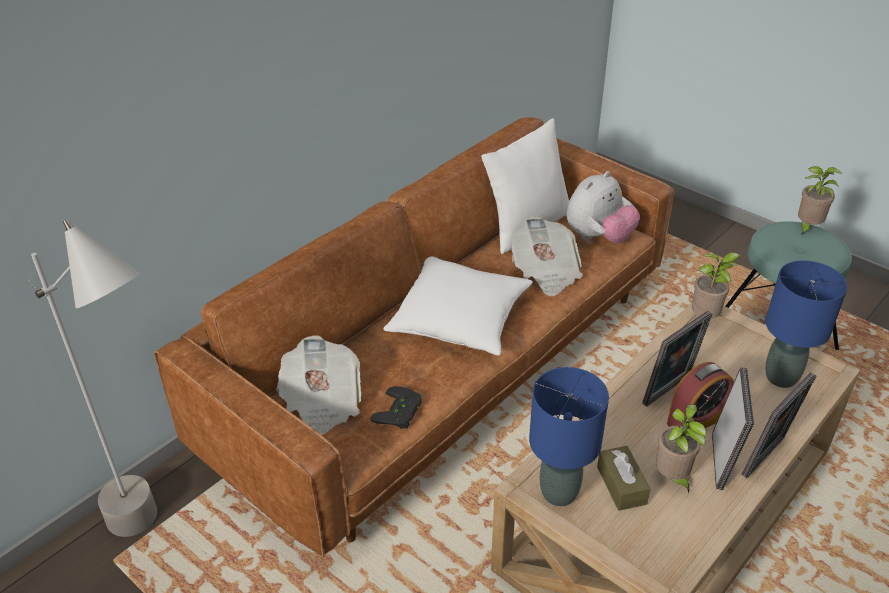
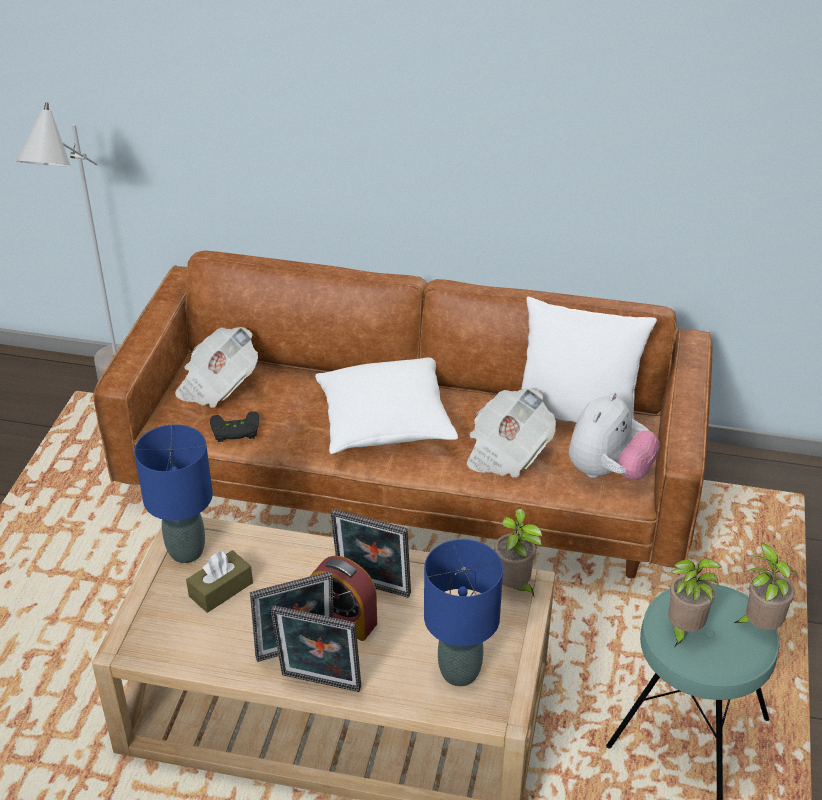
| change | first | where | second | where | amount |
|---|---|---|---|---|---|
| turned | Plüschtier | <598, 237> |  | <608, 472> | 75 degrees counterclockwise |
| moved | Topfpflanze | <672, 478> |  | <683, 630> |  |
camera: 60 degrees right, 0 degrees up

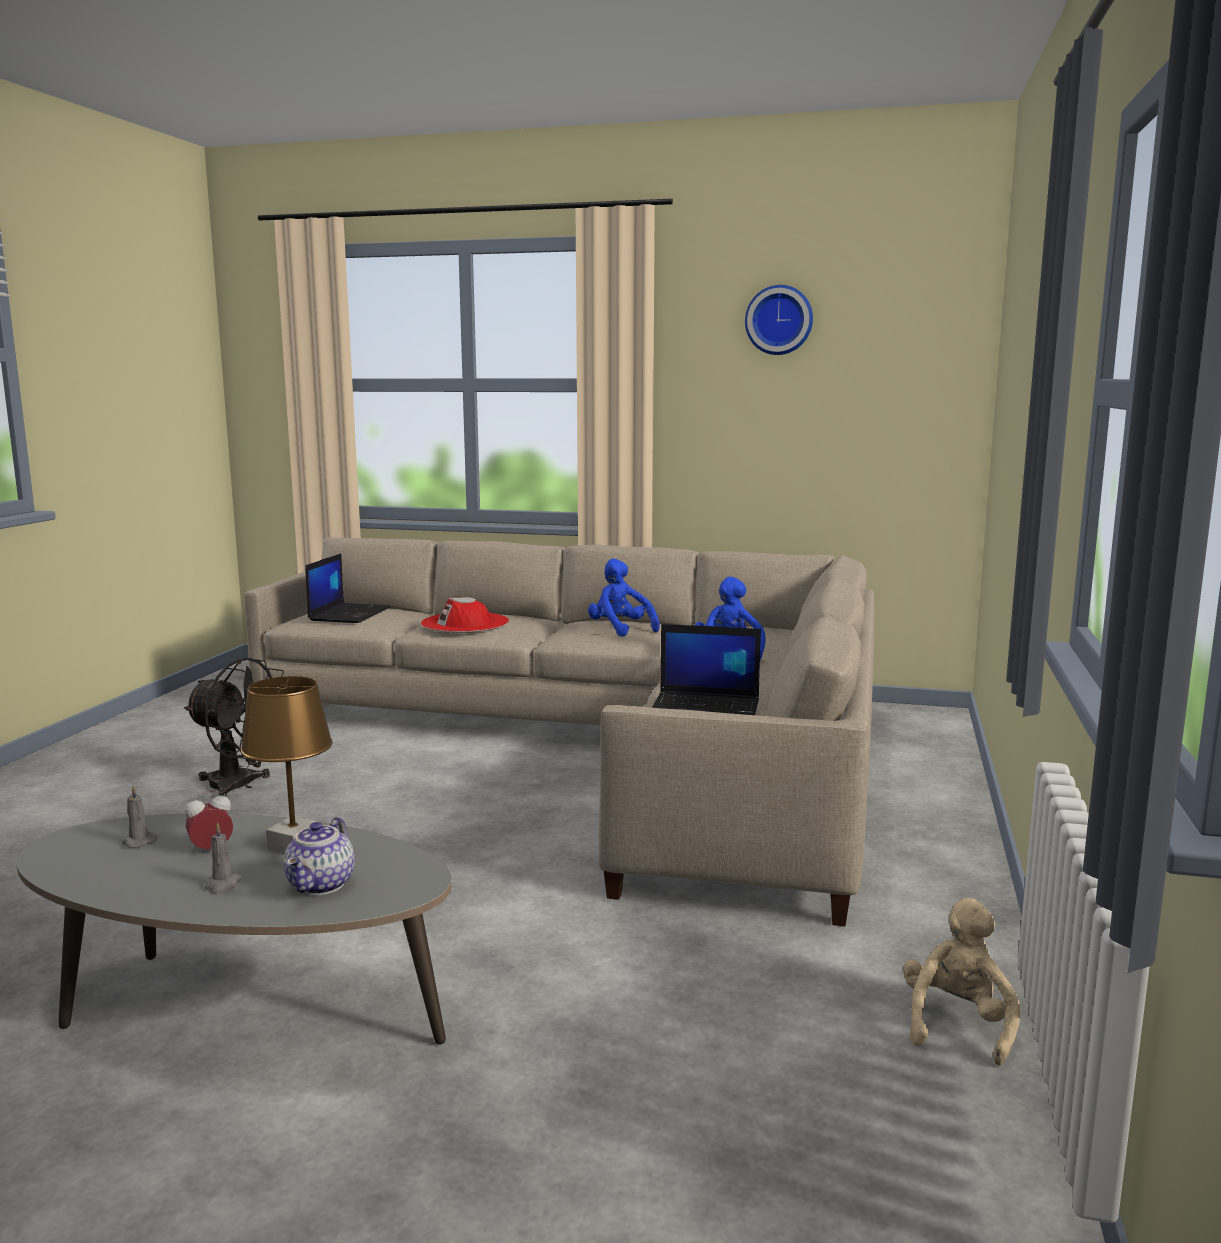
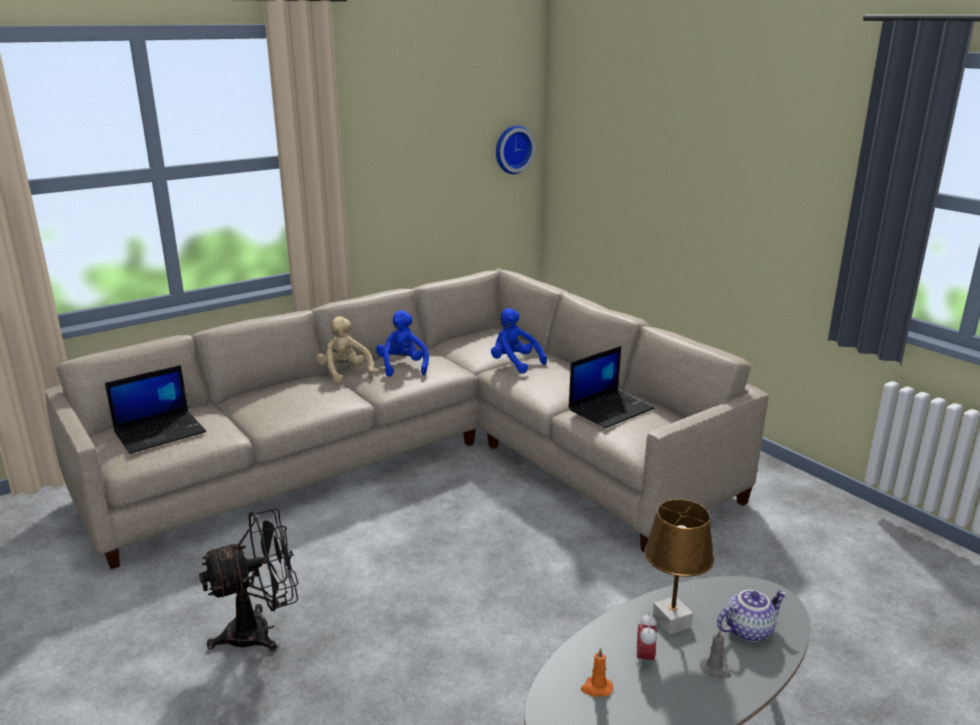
| change | first | where | second | where | amount |
|---|---|---|---|---|---|
| turned | Laptop | <349, 614> |  | <161, 432> | 90 degrees clockwise |
| moved | Plüschtier/beige | <957, 1024> |  | <345, 373> |  |
| turned | Plüschtier/blau | <620, 630> |  | <403, 367> | 75 degrees clockwise |
| moved | Wanduhr | <779, 320> |  | <512, 149> |  |
| recoloured | Kerze/grau | <138, 841> | Kerze/orange | <596, 688> |  |
| turned | Teekanne | <322, 885> |  | <748, 630> | 75 degrees counterclockwise |
| removed | Hut/rot | <465, 623> |  |  |  |
camera: 50 degrees left, 10 degrees up

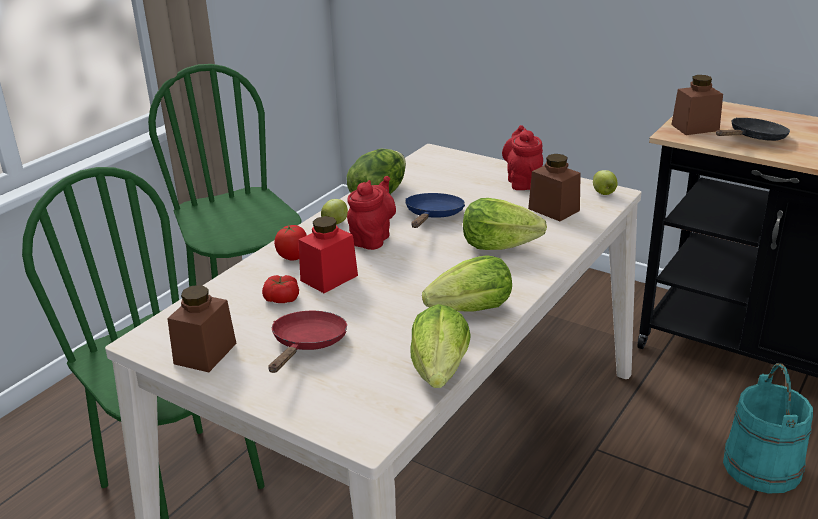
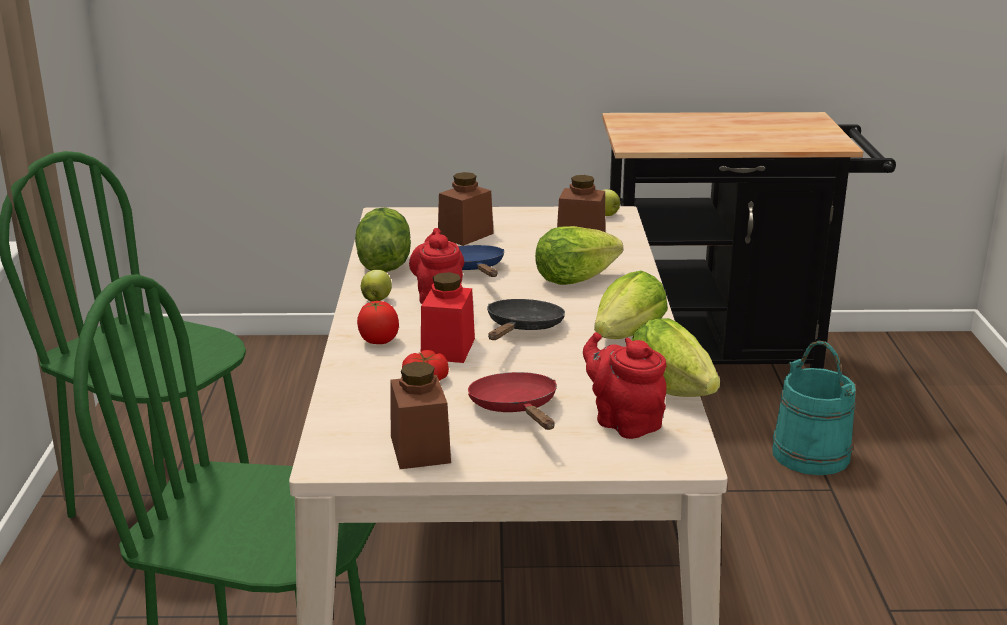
| change | first | where | second | where | amount |
|---|---|---|---|---|---|
| moved | Vorratsglas/braun | <695, 127> |  | <465, 235> |  |
| moved | Pfanne/schwarz | <754, 138> |  | <522, 328> |  |
| moved | Teekanne/rot | <523, 182> |  | <624, 422> |  |
camera: 35 degrees left, 5 degrees down

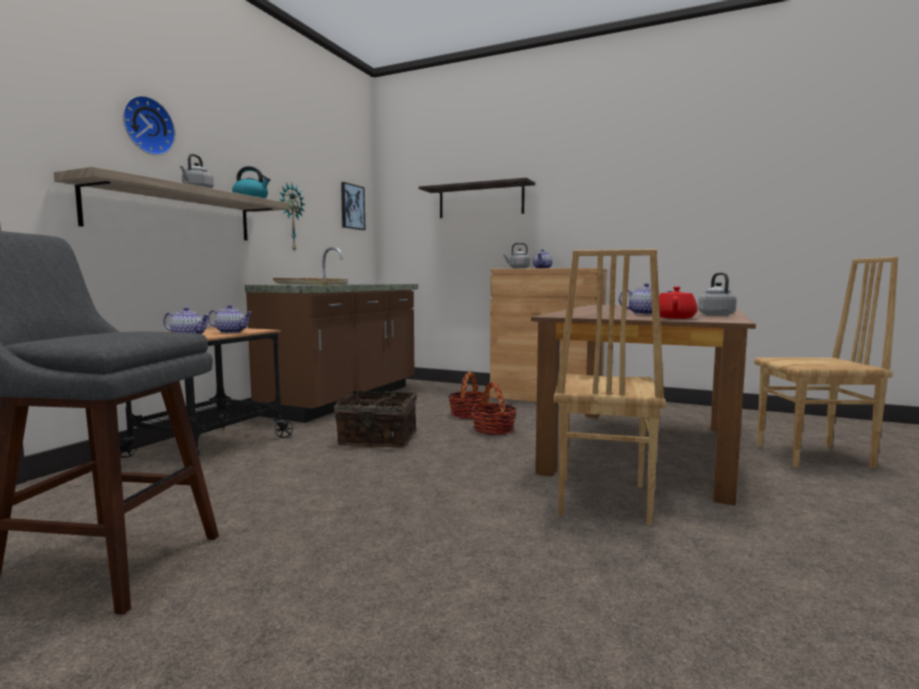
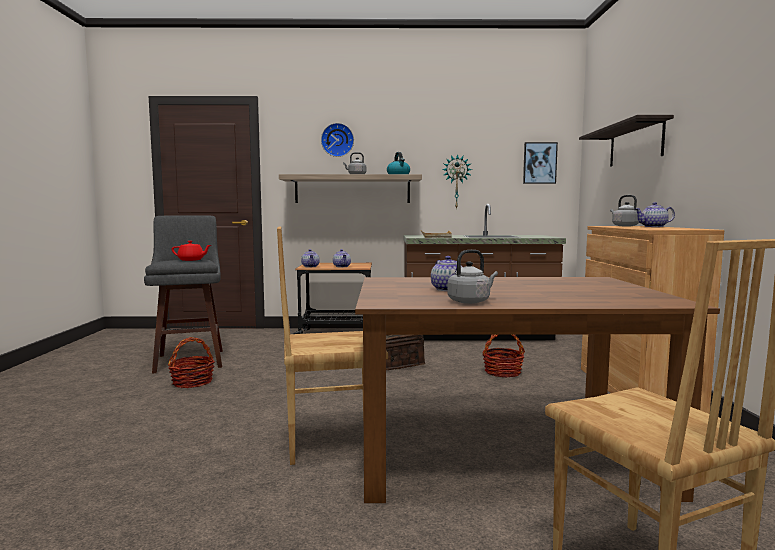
| change | first | where | second | where | amount |
|---|---|---|---|---|---|
| moved | Korb | <493, 429> |  | <192, 382> |  |
| moved | Teekanne/rot | <675, 318> |  | <191, 260> |  |
camera: 65 degrees right, 0 degrees up

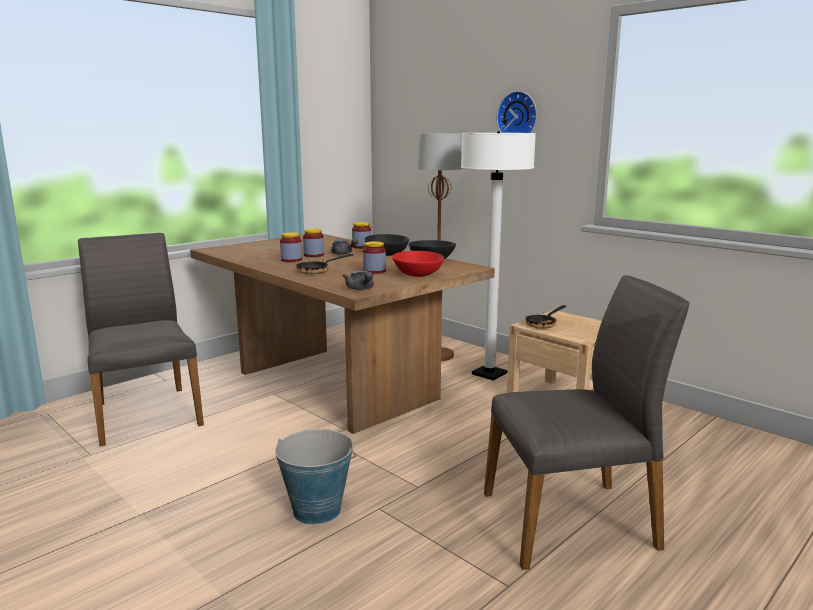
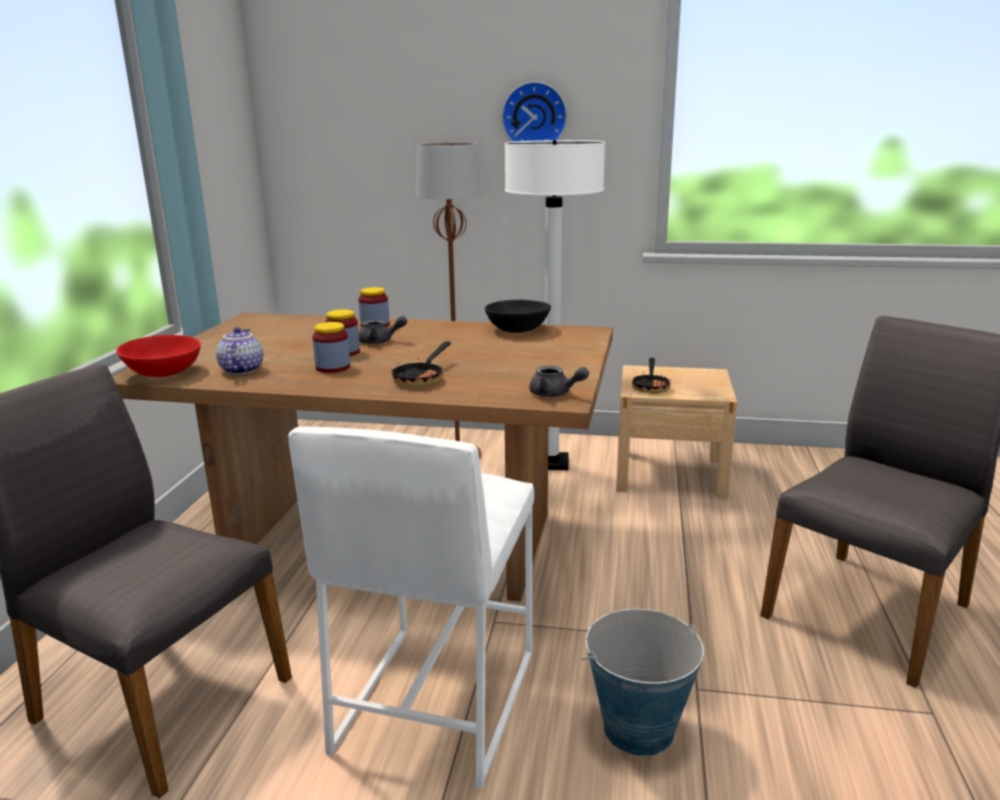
| change | first | where | second | where | amount |
|---|---|---|---|---|---|
| moved | Schüssel/rot | <417, 274> |  | <162, 373> |  |
| added |  |  | Teekanne | <241, 370> |  |
| added |  |  | Hocker/weiß | <434, 701> |  |
| removed | Vorratsglas | <374, 271> |  |  |  |
| removed | Schüssel/schwarz | <386, 254> |  |  |  |
camera: 35 degrees left, 5 degrees up

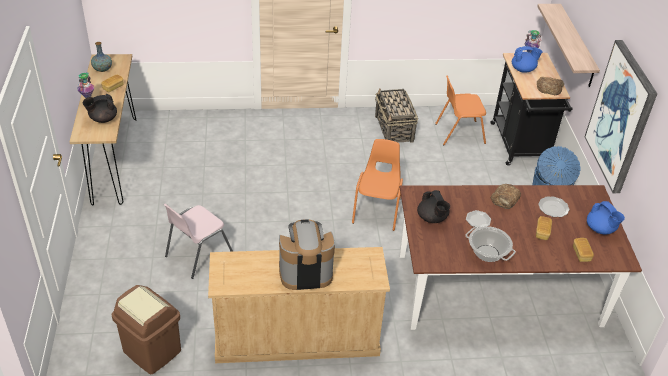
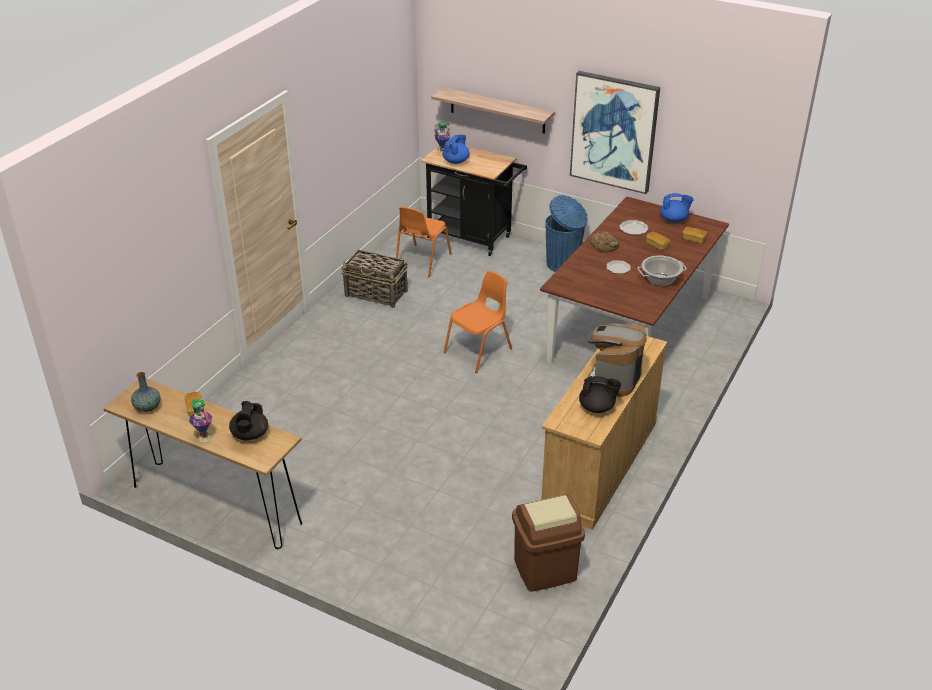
| change | first | where | second | where | amount |
|---|---|---|---|---|---|
| turned | Stuhl/orange | <377, 210> |  | <479, 351> | 90 degrees clockwise |
| moved | Teekanne/schwarz | <432, 218> |  | <597, 407> |  |
| removed | Stuhl/rosa | <197, 254> |  |  |  |
| removed | Brot | <549, 88> |  |  |  |
camera: 55 degrees left, 5 degrees down

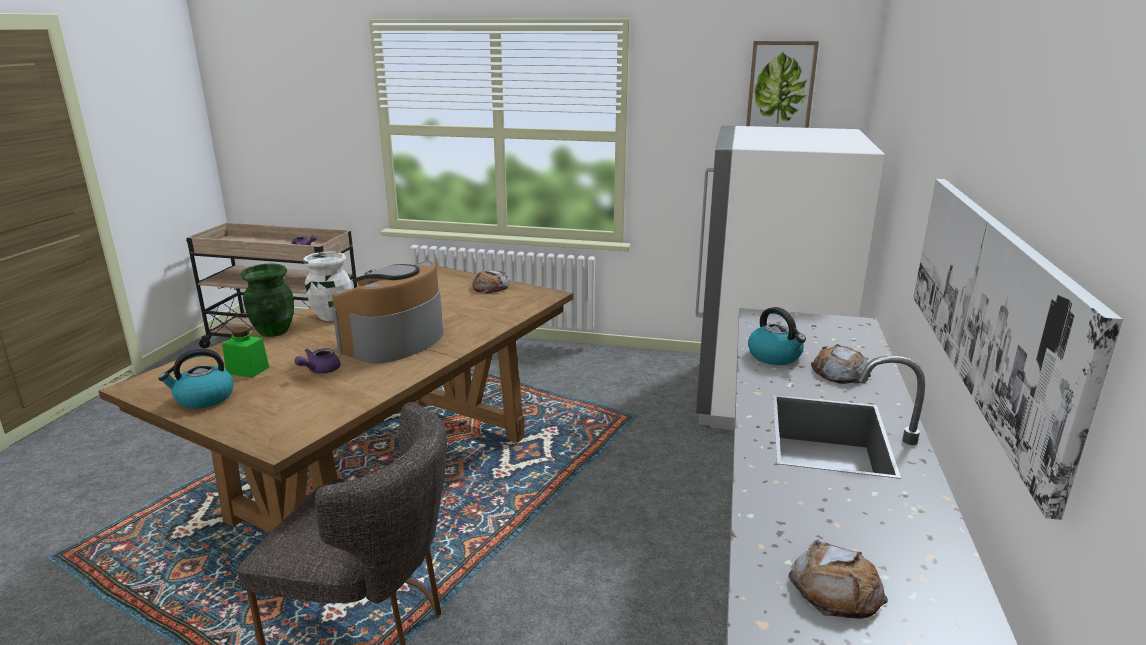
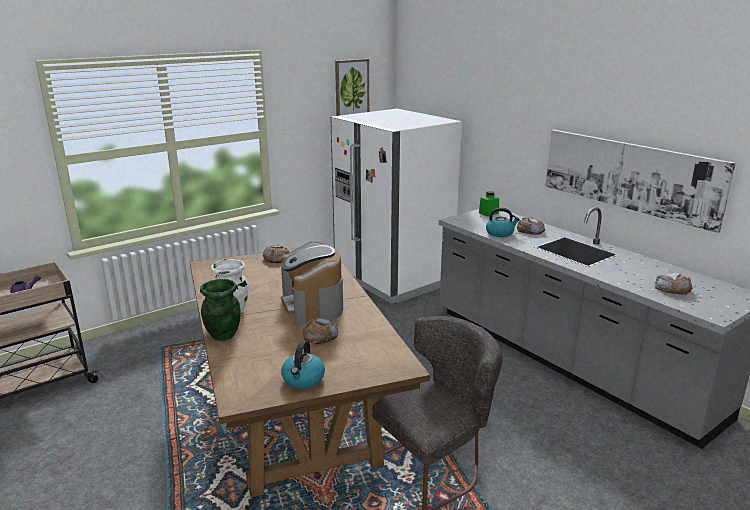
| change | first | where | second | where | amount |
|---|---|---|---|---|---|
| replaced | Teekanne/lila | <320, 370> | Brot | <320, 335> |  |
| moved | Vorratsglas/grün | <247, 370> |  | <488, 213> |  |
camera: 50 degrees left, 0 degrees up

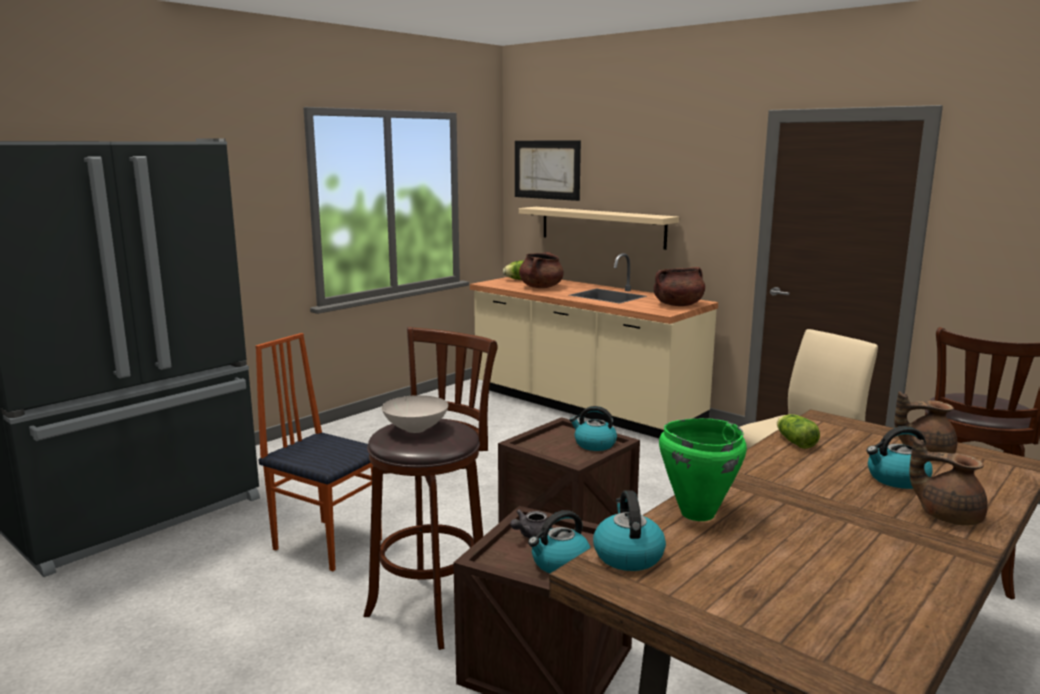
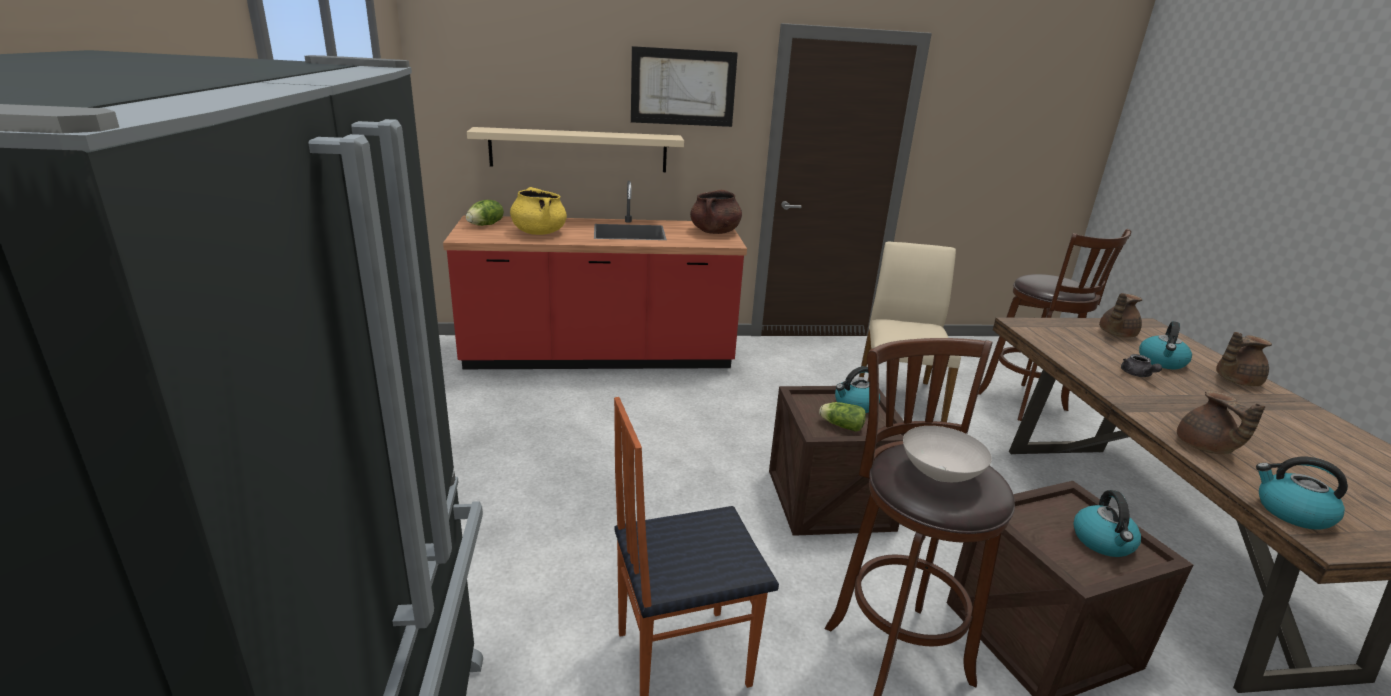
| change | first | where | second | where | amount |
|---|---|---|---|---|---|
| recoloured | Küchenzeile/beige | <584, 406> | Küchenzeile/rot | <600, 356> |  |
| recoloured | Kochtopf/braun | <541, 287> | Kochtopf/gelb | <539, 232> |  |
| moved | Bild | <546, 169> |  | <683, 87> |  |
| moved | Salatkopf | <794, 441> |  | <840, 425> |  |
| moved | Teekanne/grau | <531, 535> |  | <1137, 375> |  |
| replaced | Kochtopf/grün | <696, 513> | Teekanne/braun | <1204, 447> |  |
camera: 50 degrees left, 10 degrees up

